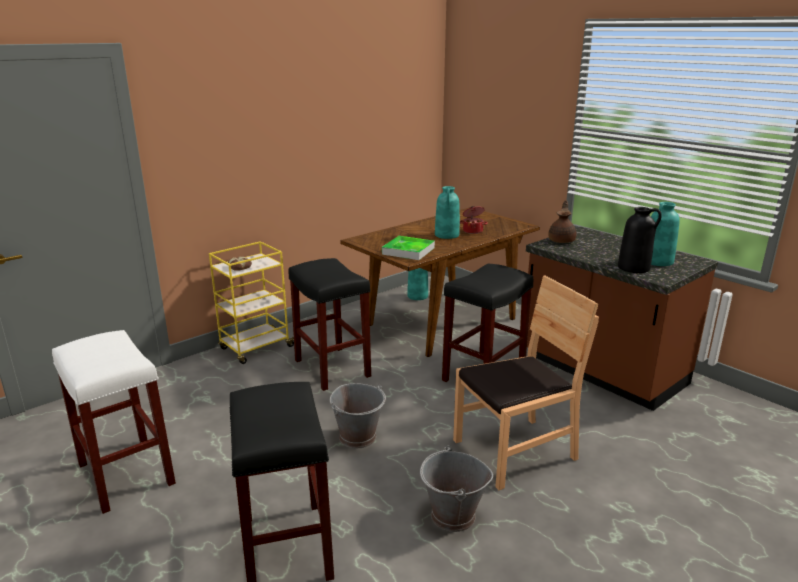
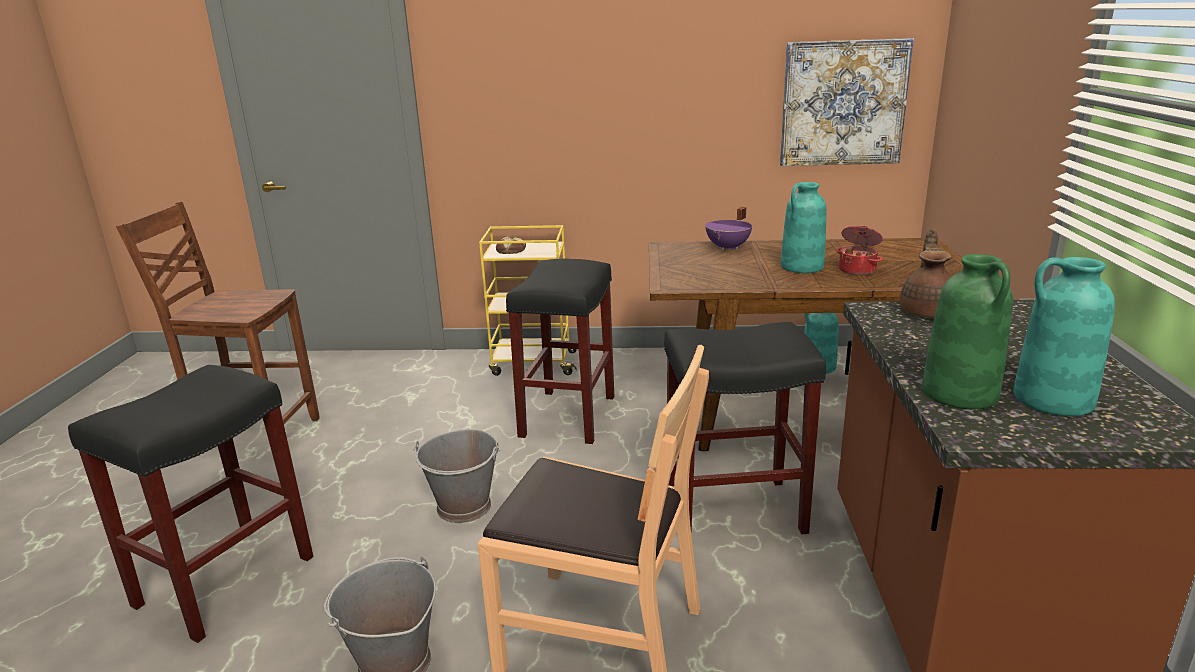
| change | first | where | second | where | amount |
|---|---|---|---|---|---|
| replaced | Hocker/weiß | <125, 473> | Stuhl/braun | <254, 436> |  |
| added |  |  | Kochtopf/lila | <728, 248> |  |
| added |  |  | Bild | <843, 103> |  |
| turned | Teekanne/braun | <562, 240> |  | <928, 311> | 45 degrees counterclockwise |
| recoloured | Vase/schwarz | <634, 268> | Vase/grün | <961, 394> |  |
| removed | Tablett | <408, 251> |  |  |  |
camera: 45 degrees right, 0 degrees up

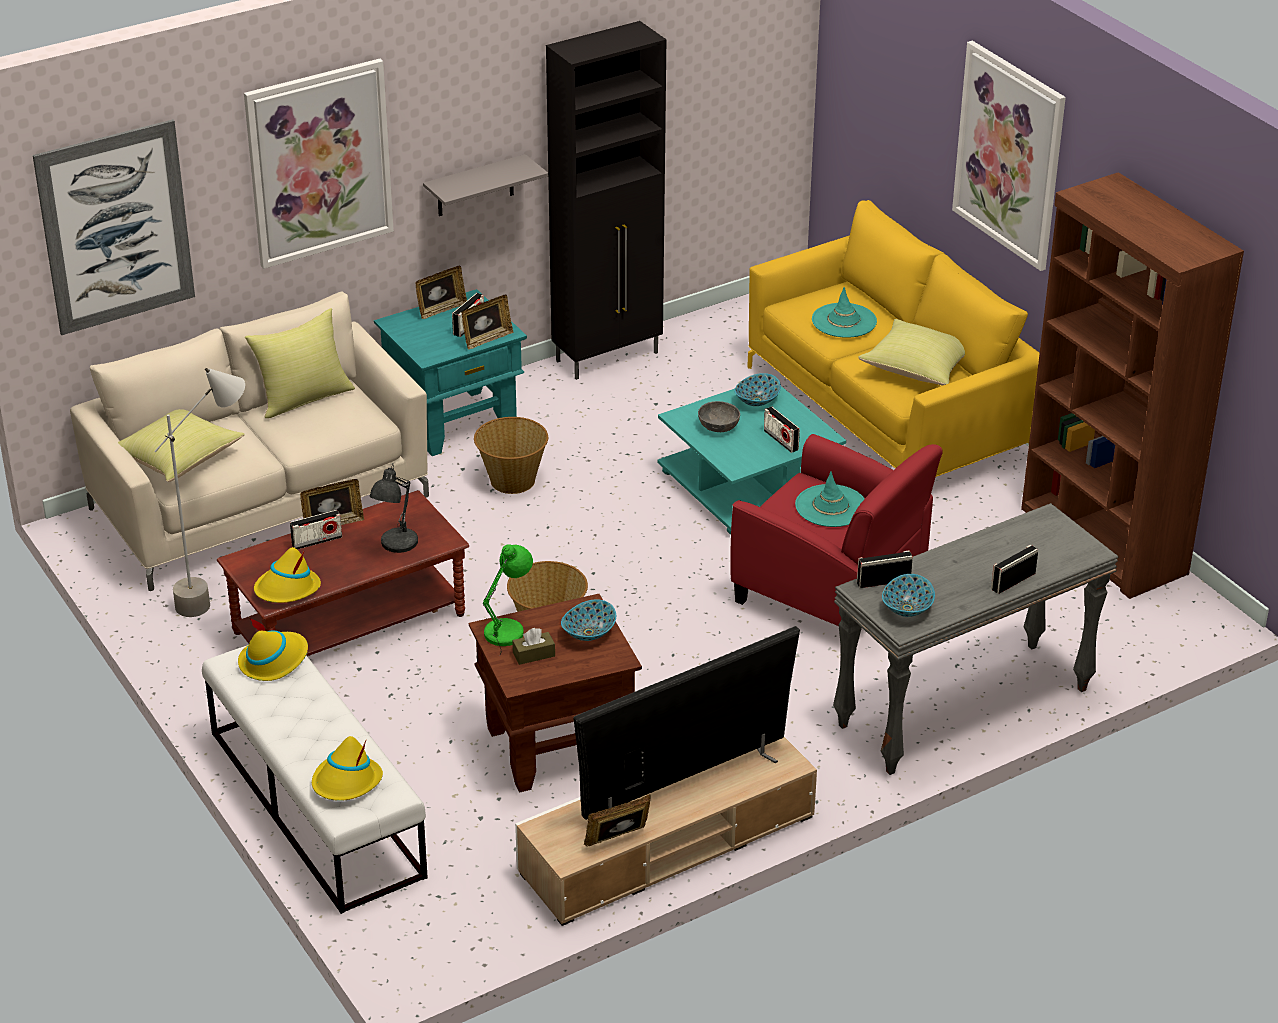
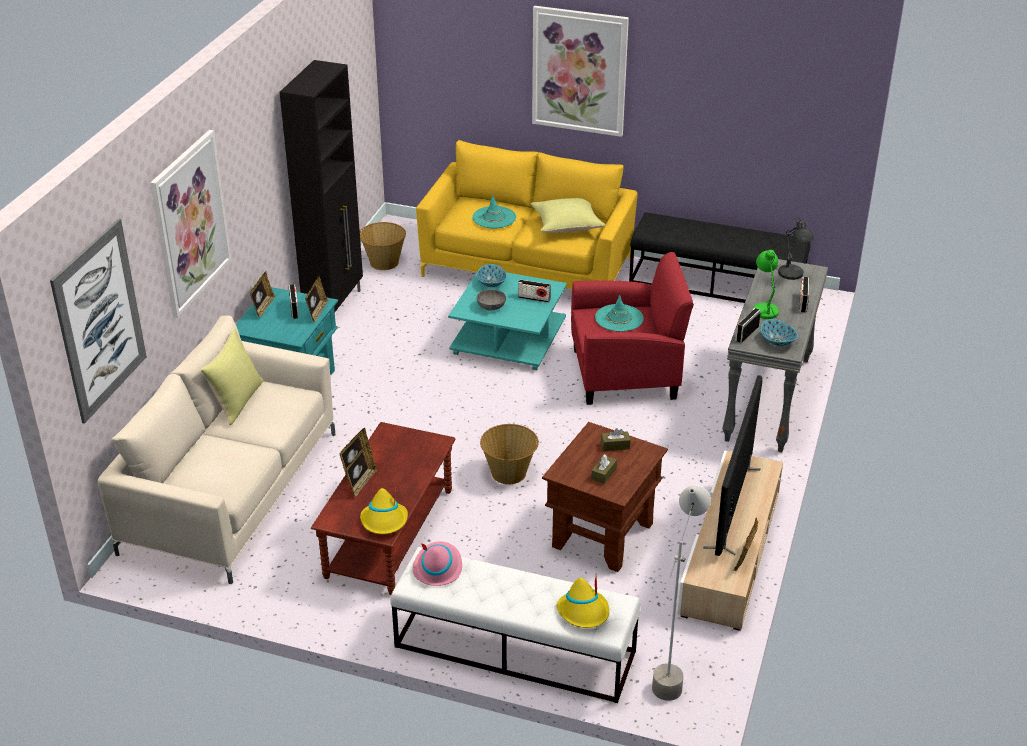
| change | first | where | second | where | amount |
|---|---|---|---|---|---|
| replaced | Radio | <317, 541> | Bilderrahmen | <361, 483> |  |
| moved | Korb | <512, 480> |  | <383, 262> |  |
| recoloured | Hut/gelb | <273, 660> | Hut/rosa | <437, 567> |  |
| replaced | Schüssel | <589, 633> | Taschentuchbox/braun | <615, 445> |  |
| replaced | Bücherregal/braun | <1102, 542> | Bank/schwarz | <716, 284> |  |
| moved | Stehlampe/grau | <220, 596> |  | <672, 670> |  |
| moved | Tischlampe/grün | <507, 631> |  | <765, 310> |  |
| moved | Tischlampe/grau | <396, 544> |  | <791, 275> |  |
| removed | Kissen/gelb | <178, 459> |  |  |  |
| removed | Wandregal/grau | <475, 186> |  |  |  |
camera: 40 degrees left, 0 degrees up

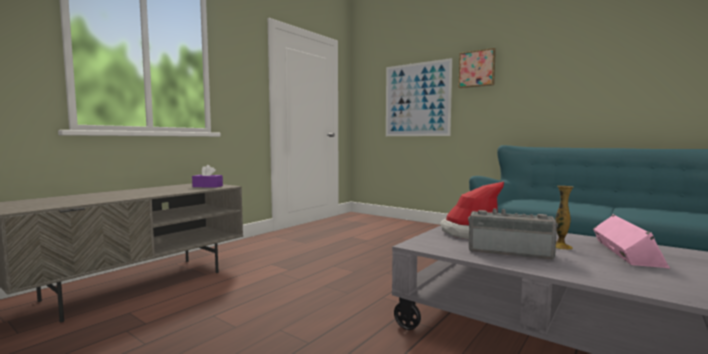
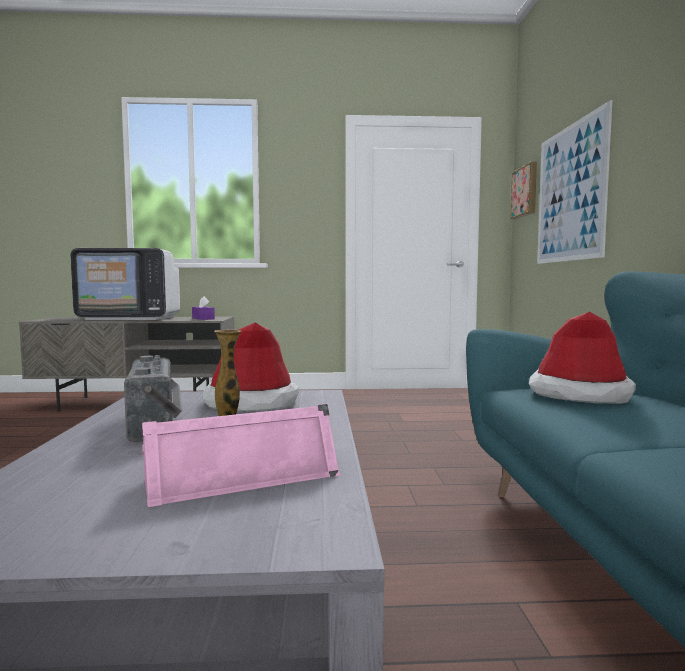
| change | first | where | second | where | amount |
|---|---|---|---|---|---|
| added |  |  | Fernseher | <130, 318> |  |
| moved | Bild | <477, 69> |  | <525, 191> |  |
| added |  |  | Hut | <579, 394> |  |
camera: 50 degrees right, 0 degrees up

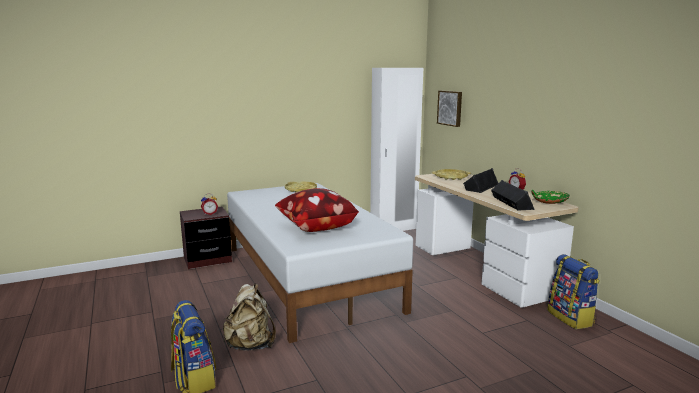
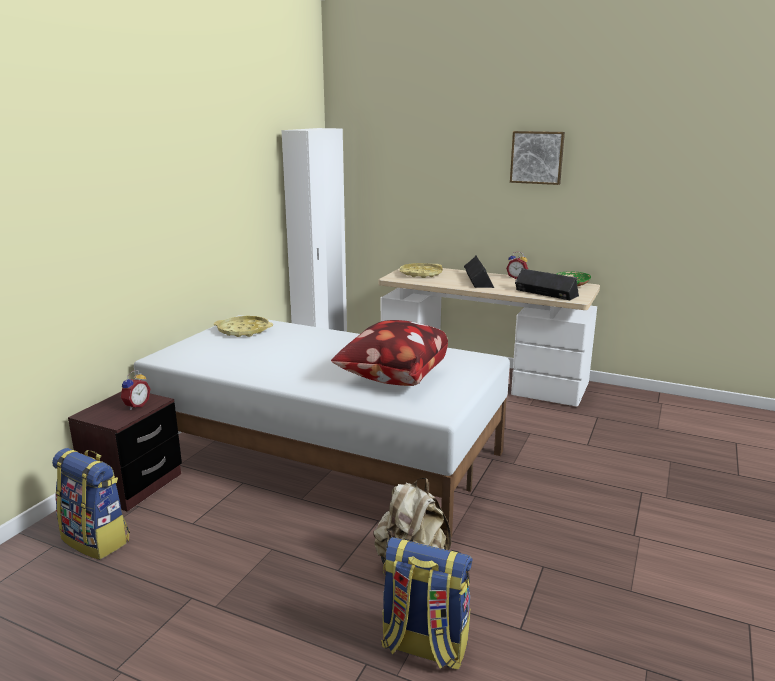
| change | first | where | second | where | amount |
|---|---|---|---|---|---|
| moved | Rucksack | <571, 318> |  | <97, 539> |  |
| moved | Bild | <450, 108> |  | <537, 157> |  |
camera: 40 degrees left, 5 degrees up

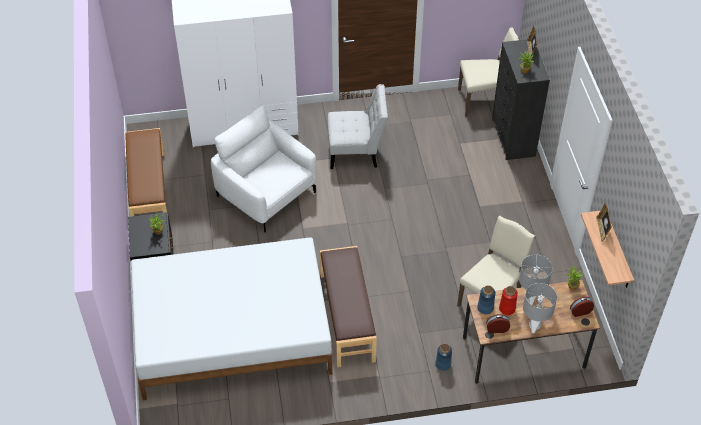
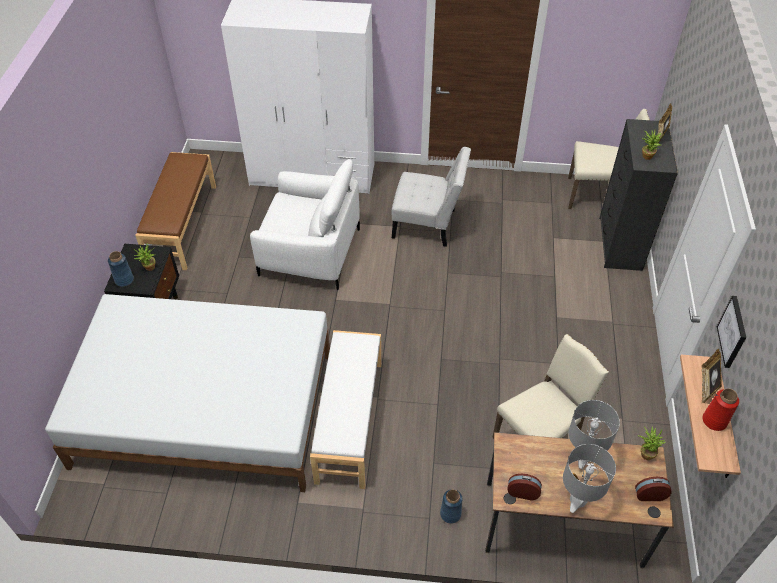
| change | first | where | second | where | amount |
|---|---|---|---|---|---|
| moved | Vase/blau | <485, 308> |  | <124, 280> |  |
| turned | Sessel/weiß | <267, 194> |  | <309, 252> | 135 degrees clockwise |
| recoloured | Bank/braun | <346, 317> | Bank/weiß | <348, 421> |  |
| moved | Vase/rot | <507, 309> |  | <714, 421> |  |
| added |  |  | Bild | <733, 332> |  |
camera: 15 degrees right, 0 degrees up

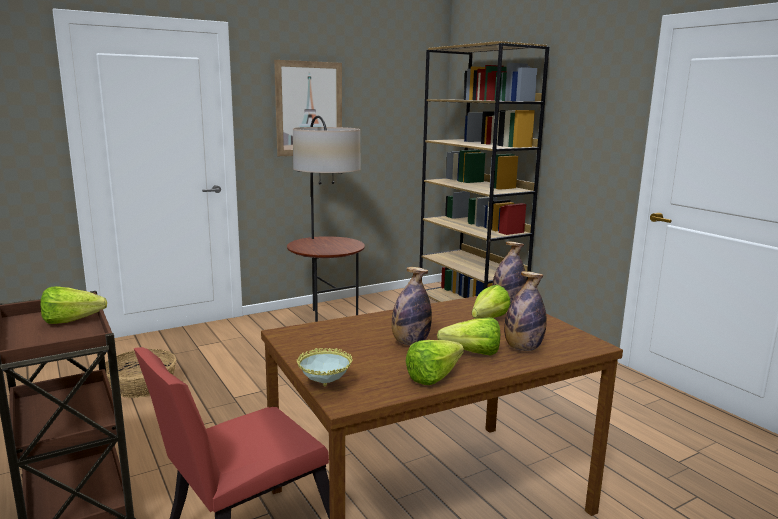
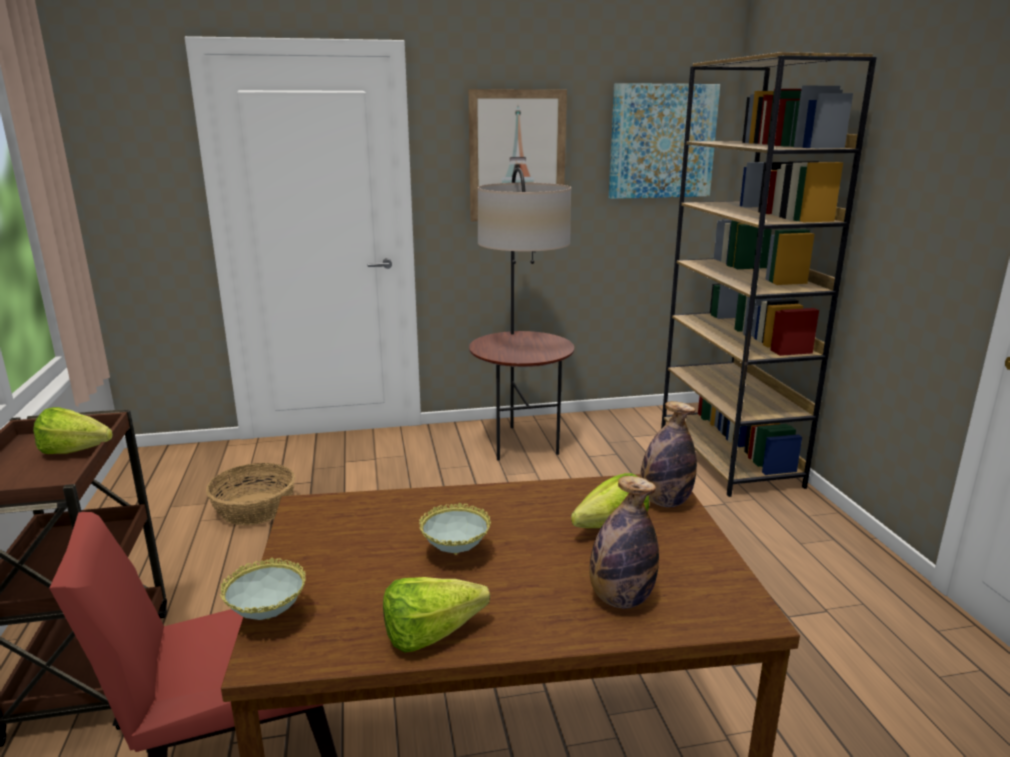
| change | first | where | second | where | amount |
|---|---|---|---|---|---|
| replaced | Flasche | <410, 343> | Schüssel | <455, 554> |  |
| added |  |  | Bild | <662, 141> |  |
| removed | Salatkopf | <467, 353> |  |  |  |
camera: 20 degrees right, 5 degrees up

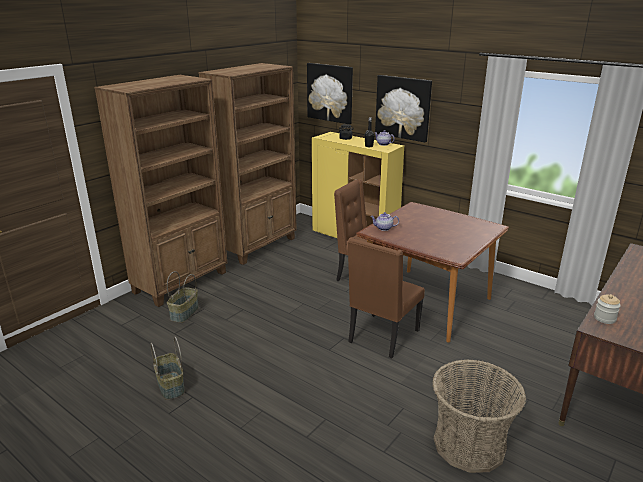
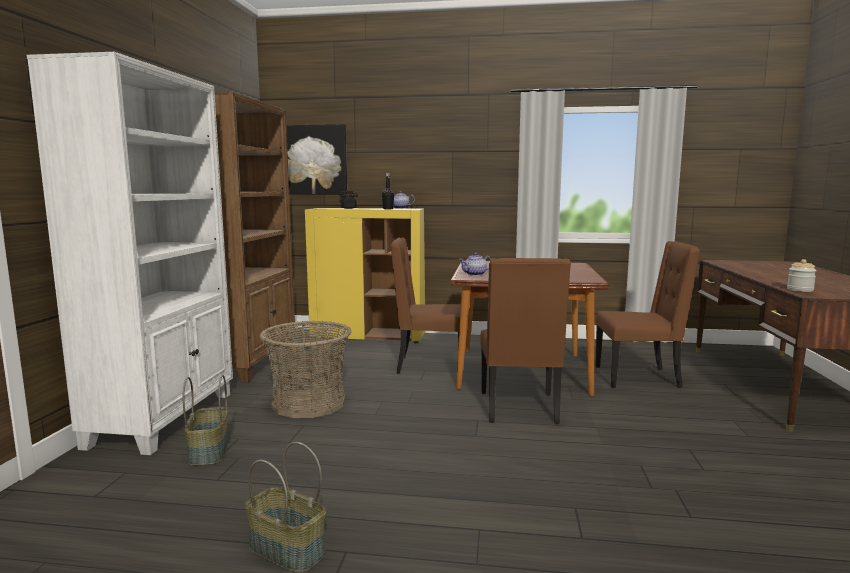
| change | first | where | second | where | amount |
|---|---|---|---|---|---|
| recoloured | Bücherregal/braun | <181, 282> | Bücherregal/weiß | <165, 418> |  |
| moved | Korb | <469, 444> |  | <309, 403> |  |
| added |  |  | Stuhl/braun | <639, 377> |  |
| removed | Bild | <403, 108> |  |  |  |
camera: 30 degrees left, 15 degrees down

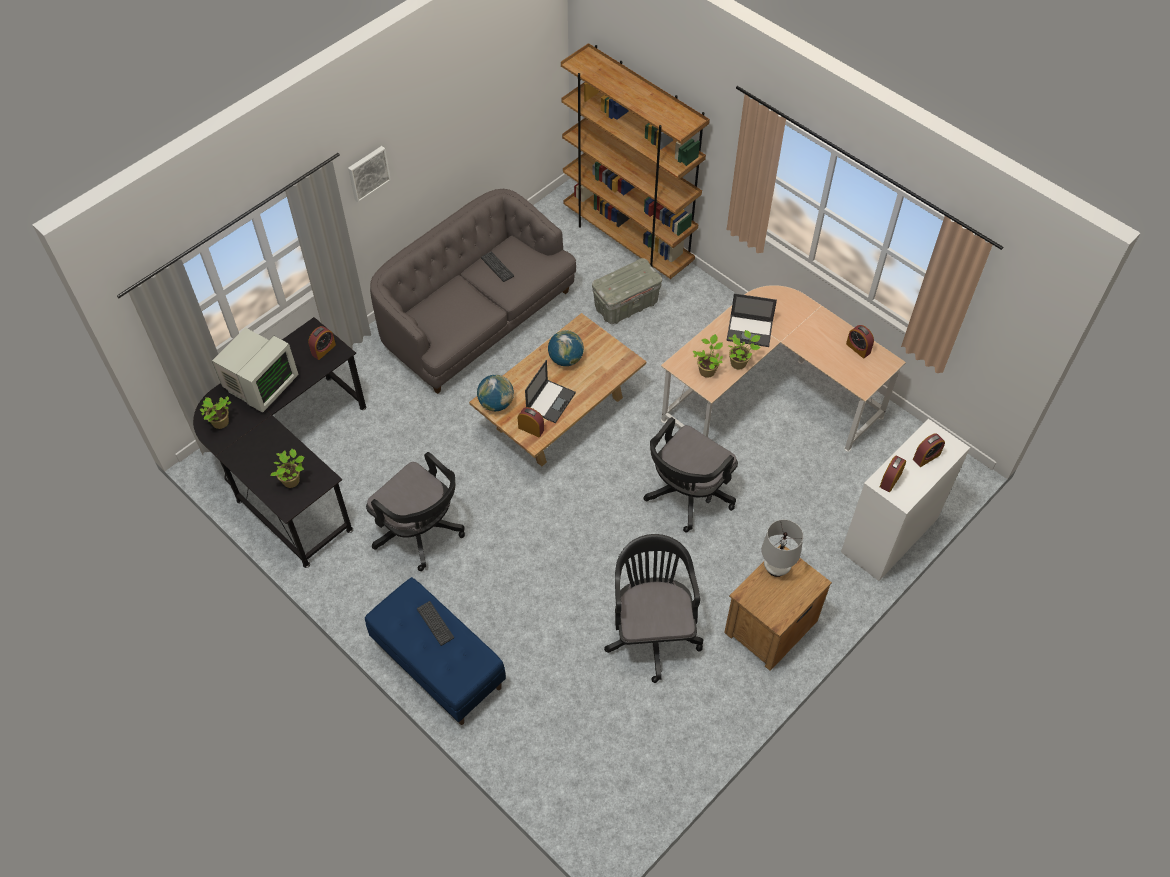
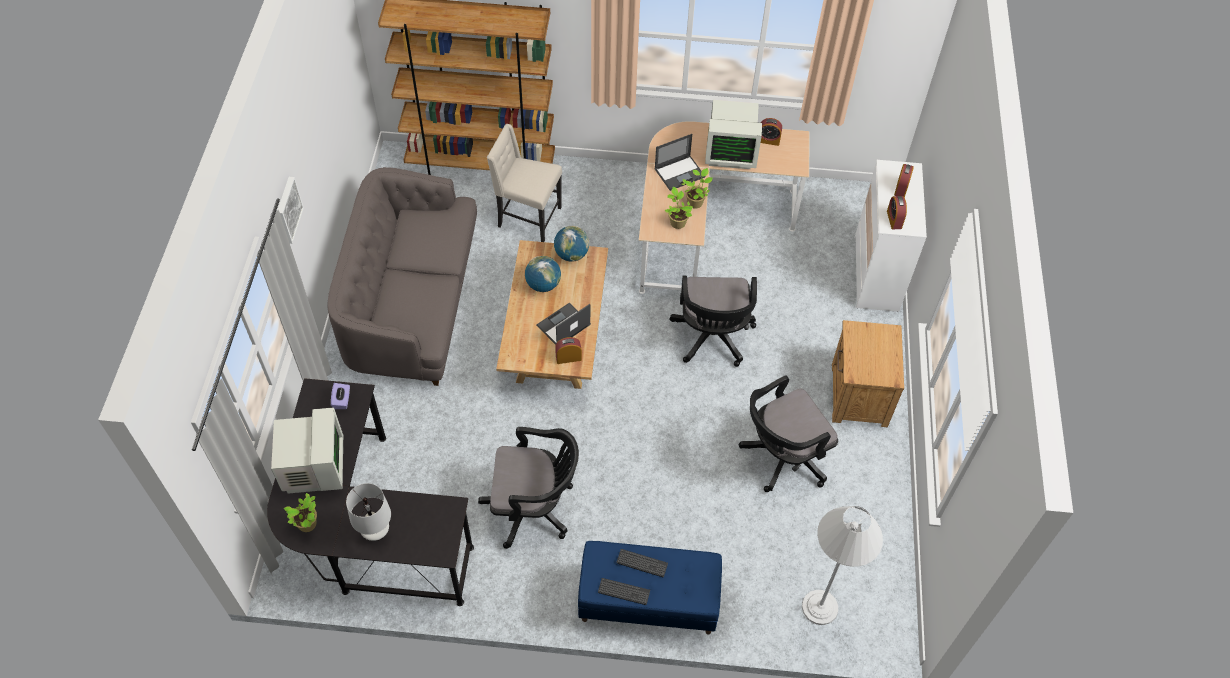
| change | first | where | second | where | amount |
|---|---|---|---|---|---|
| replaced | Wecker | <323, 350> | Taschentuchbox/lila | <342, 400> |  |
| moved | Tischlampe/weiß | <776, 568> |  | <375, 531> |  |
| replaced | Aufbewahrungsbox/grau | <626, 305> | Stuhl/beige | <527, 218> |  |
| turned | Laptop | <551, 401> |  | <563, 325> | 120 degrees counterclockwise |
| moved | Globus | <496, 403> |  | <571, 255> |  |
| moved | Tastatur | <497, 267> |  | <624, 591> |  |
| added |  |  | Monitor | <730, 151> |  |
| turned | Bürostuhl/schwarz | <651, 631> |  | <781, 457> | 75 degrees counterclockwise |
| added |  |  | Stehlampe/weiß | <820, 607> |  |
| removed | Topfpflanze | <292, 480> |  |  |  |
camera: 40 degrees left, 0 degrees up

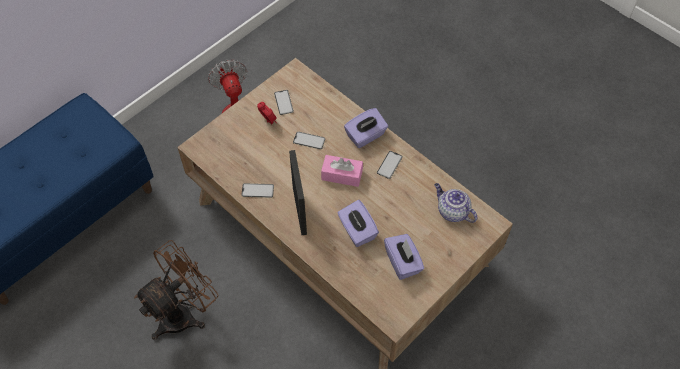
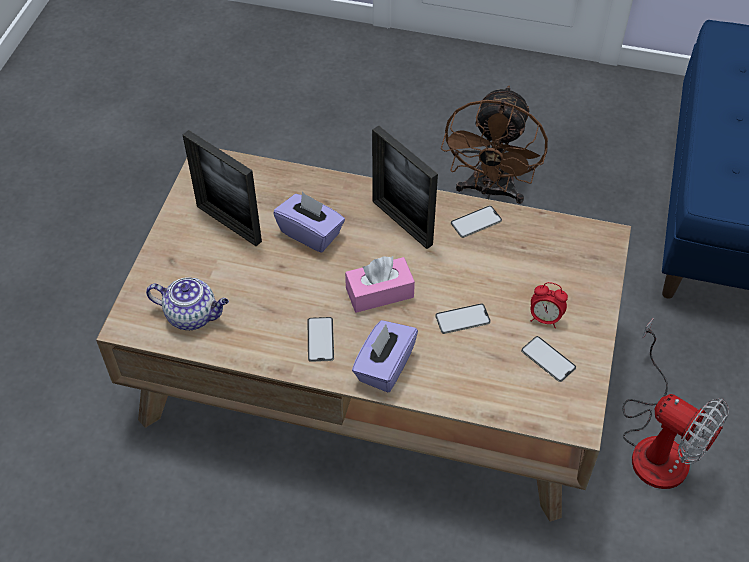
| change | first | where | second | where | amount |
|---|---|---|---|---|---|
| replaced | Taschentuchbox/lila | <403, 262> | Bilderrahmen | <229, 224> |  |
camera: 150 degrees right, 5 degrees down

